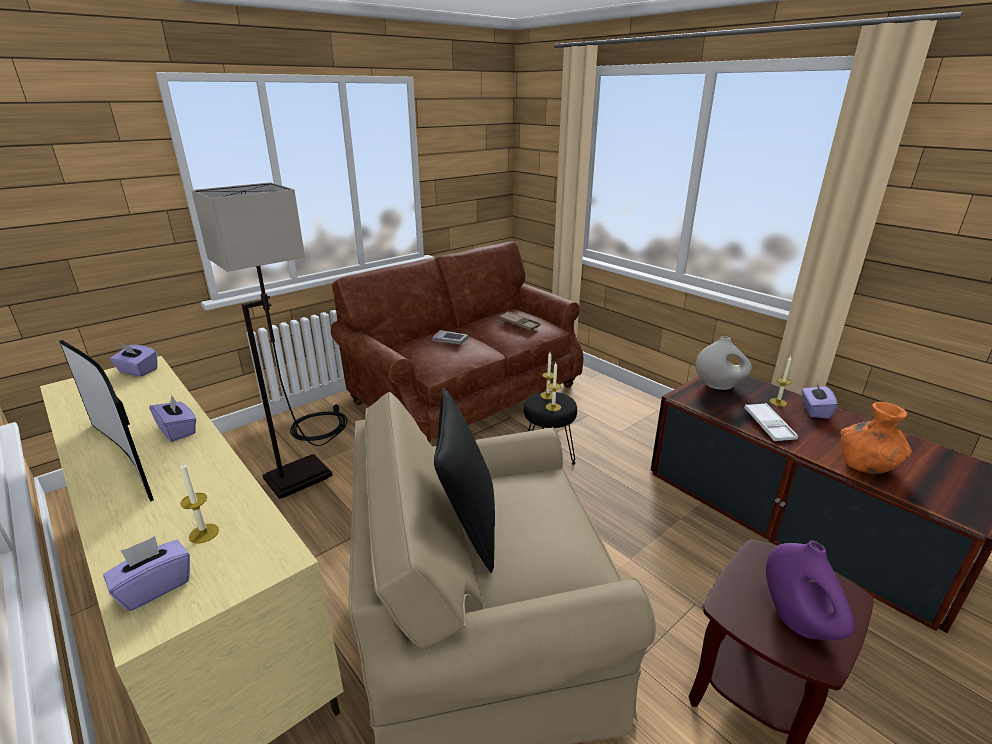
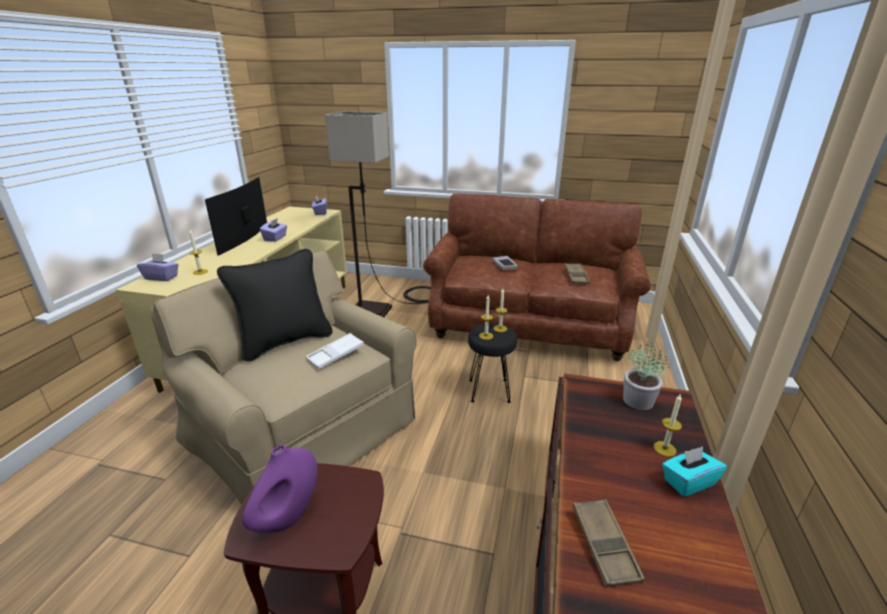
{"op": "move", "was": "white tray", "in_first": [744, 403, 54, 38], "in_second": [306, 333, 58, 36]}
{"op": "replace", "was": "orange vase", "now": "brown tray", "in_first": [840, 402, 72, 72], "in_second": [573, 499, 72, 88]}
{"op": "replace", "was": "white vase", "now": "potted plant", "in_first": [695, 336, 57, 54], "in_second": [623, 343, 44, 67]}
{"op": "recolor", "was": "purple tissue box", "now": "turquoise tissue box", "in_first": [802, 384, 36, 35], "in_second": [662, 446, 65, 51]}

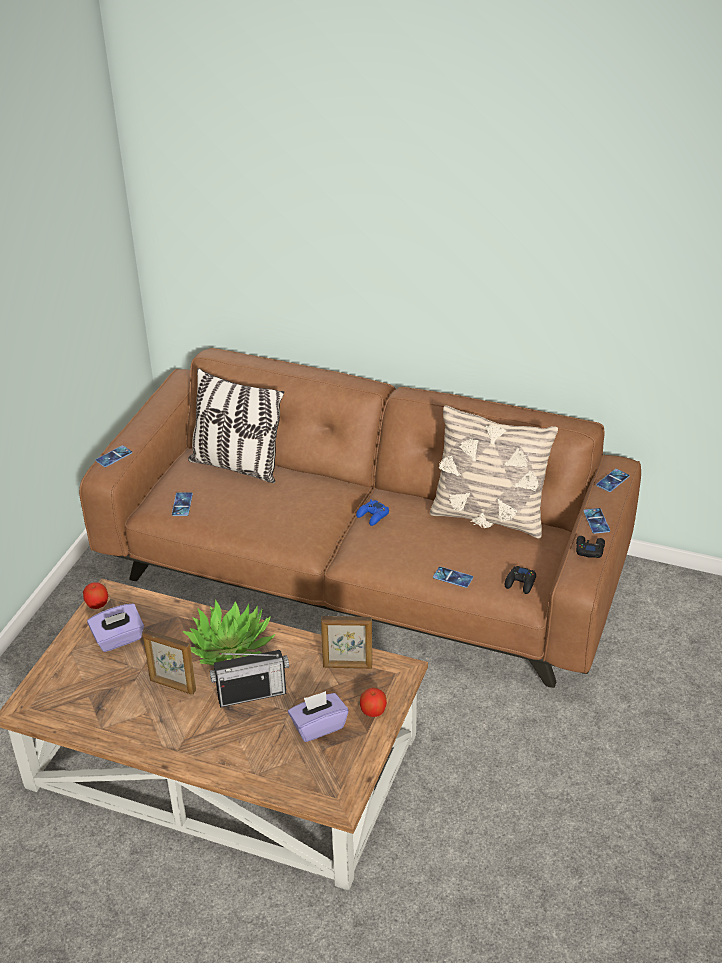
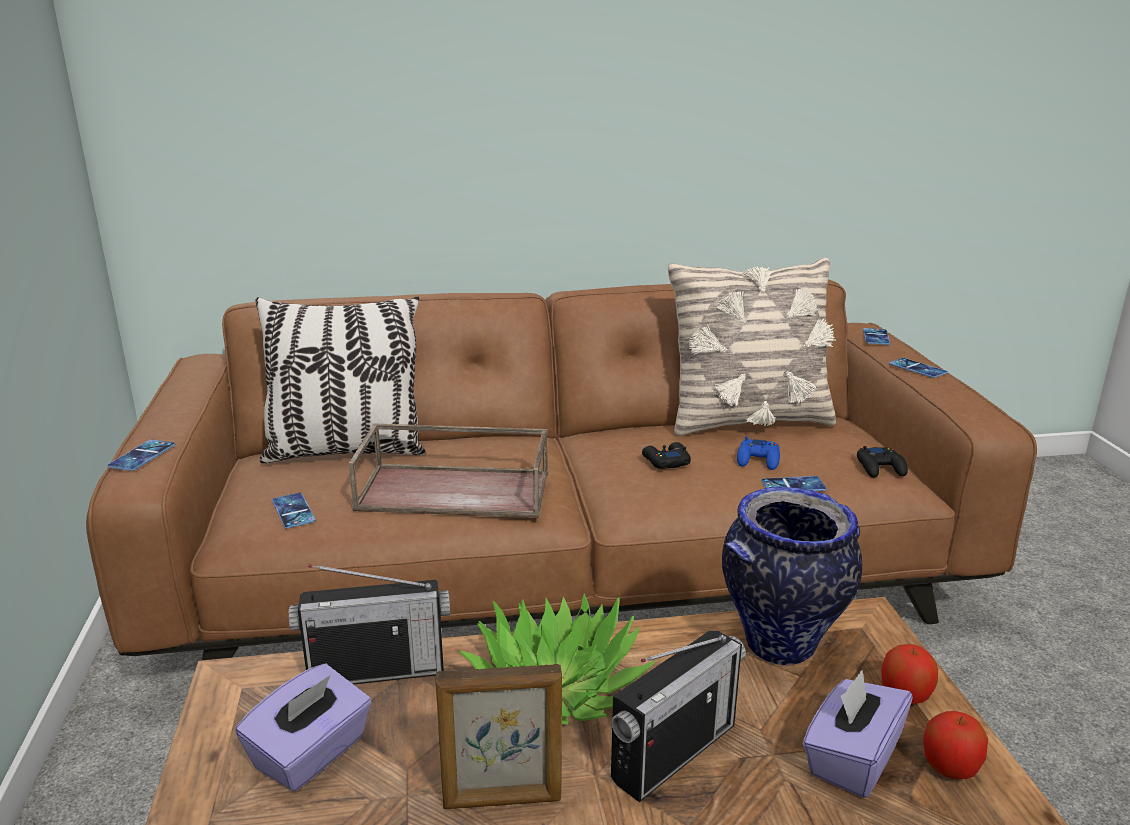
{"op": "insert", "now": "radio", "in_second": [289, 564, 161, 120]}
{"op": "insert", "now": "brown tray", "in_second": [348, 423, 200, 95]}
{"op": "move", "was": "black game controller", "in_first": [576, 536, 29, 22], "in_second": [642, 442, 49, 27]}
{"op": "replace", "was": "picture frame", "now": "vase", "in_first": [321, 616, 51, 53], "in_second": [722, 487, 140, 178]}
{"op": "move", "was": "blue game controller", "in_first": [356, 499, 33, 27], "in_second": [737, 436, 43, 34]}
{"op": "move", "was": "apple", "in_first": [83, 582, 25, 27], "in_second": [923, 711, 65, 68]}

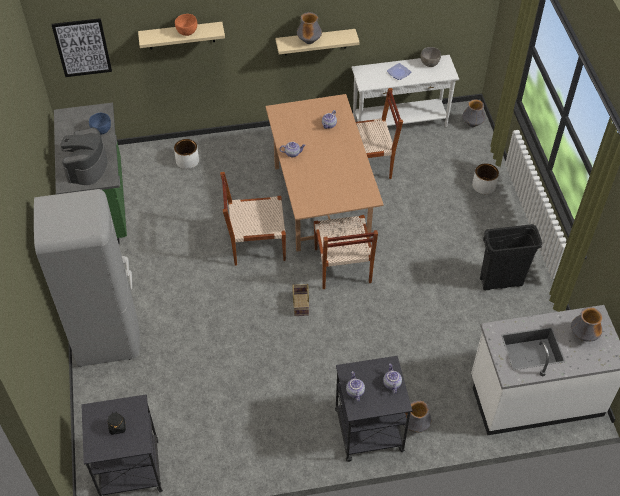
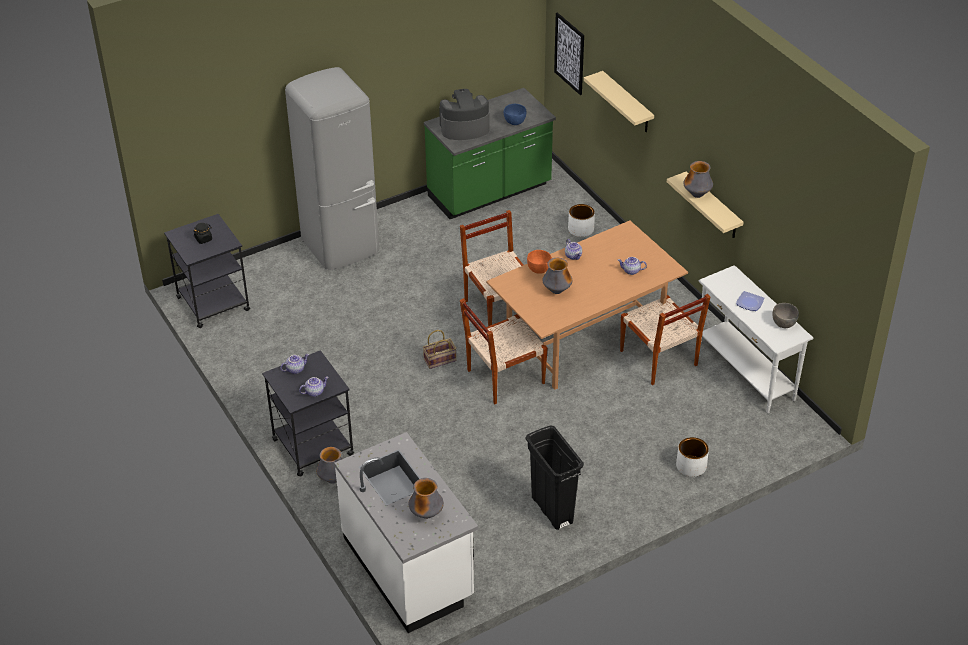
{"op": "move", "was": "orange bowl", "in_first": [175, 14, 22, 22], "in_second": [527, 250, 25, 24]}
{"op": "move", "was": "vase", "in_first": [462, 99, 24, 28], "in_second": [543, 258, 29, 36]}

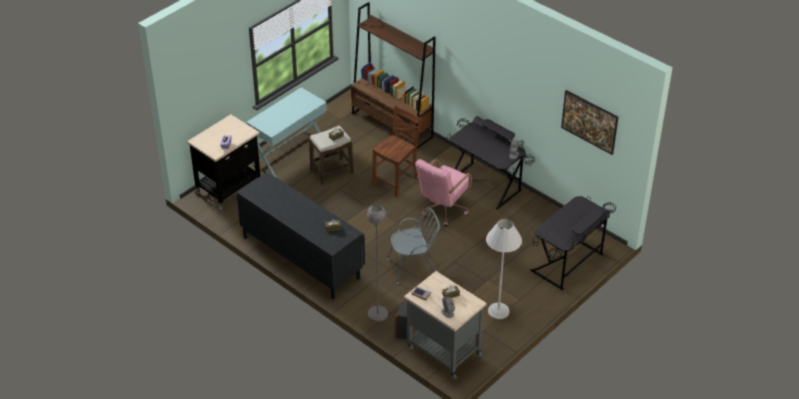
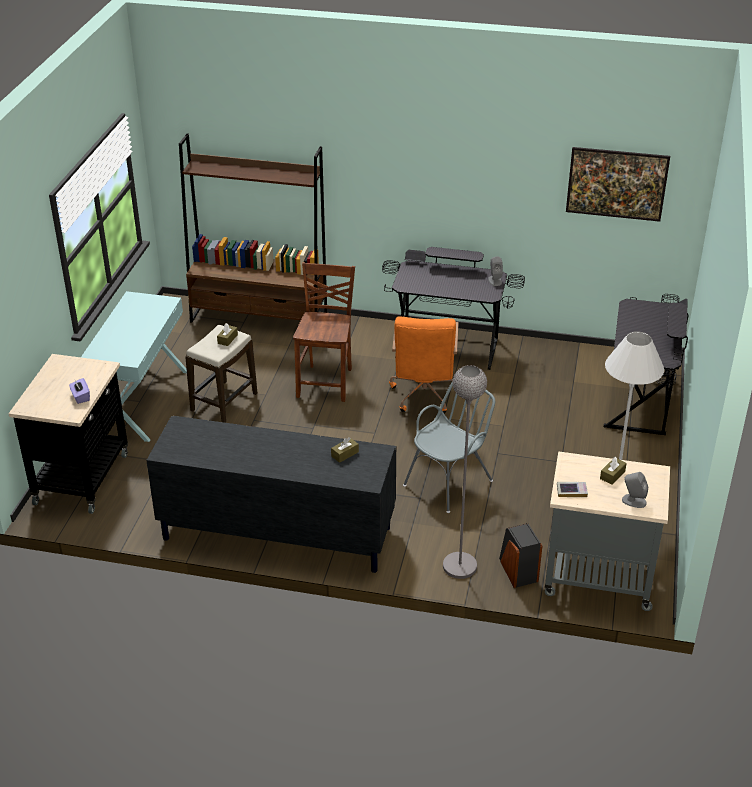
{"op": "recolor", "was": "pink office chair", "now": "orange office chair", "in_first": [415, 159, 57, 67], "in_second": [389, 316, 70, 97]}

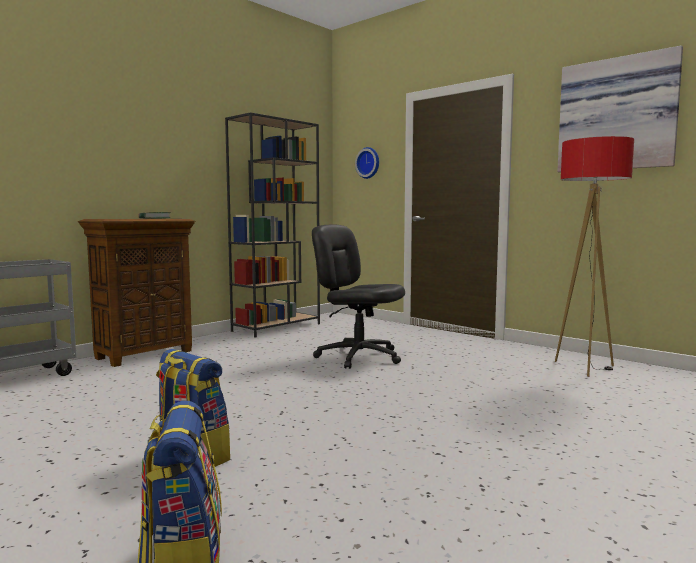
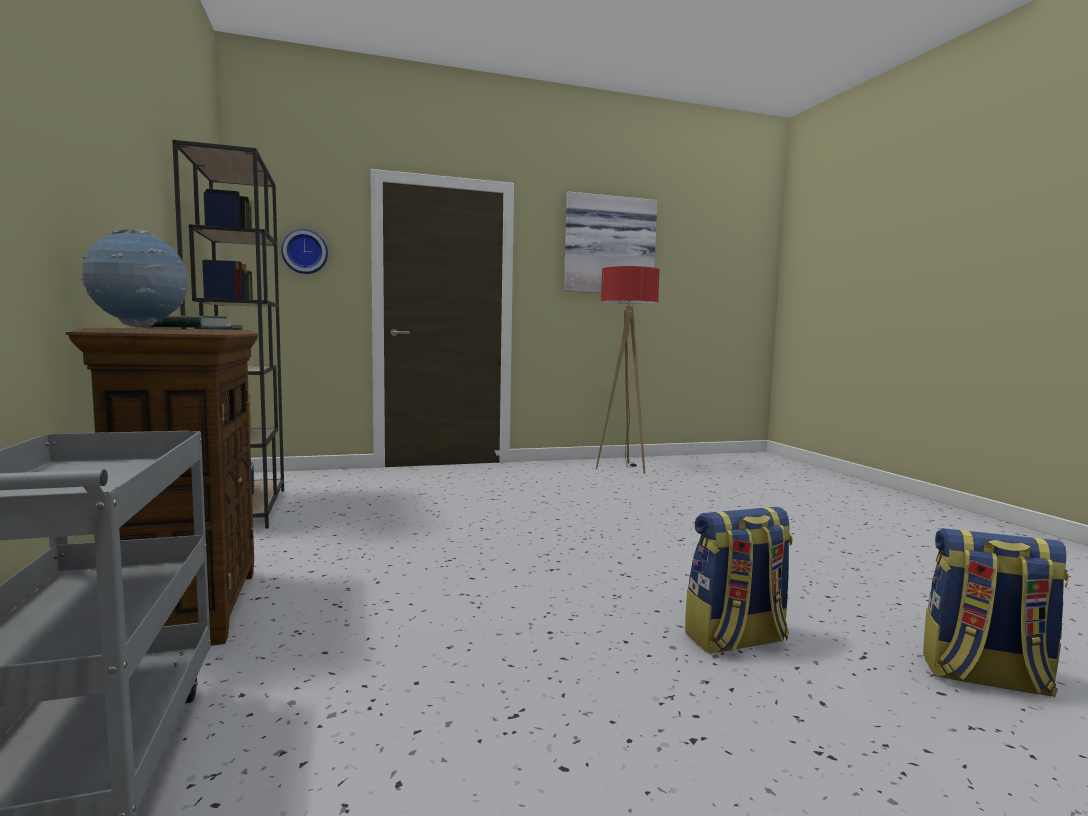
{"op": "insert", "now": "globe", "in_second": [81, 229, 109, 99]}
{"op": "delete", "was": "black office chair", "in_first": [312, 225, 93, 144]}

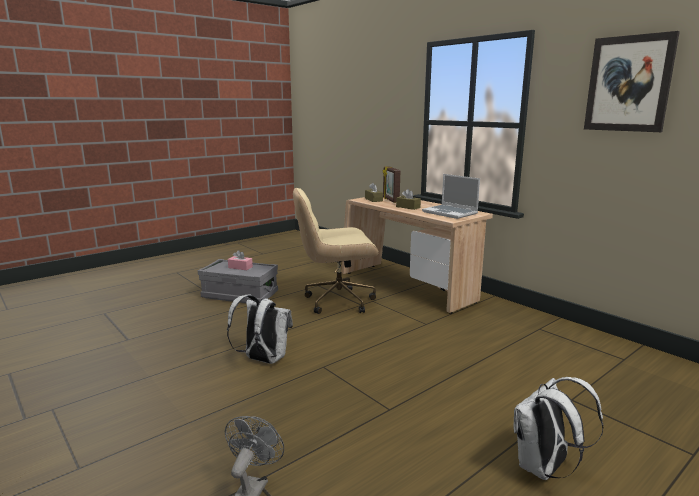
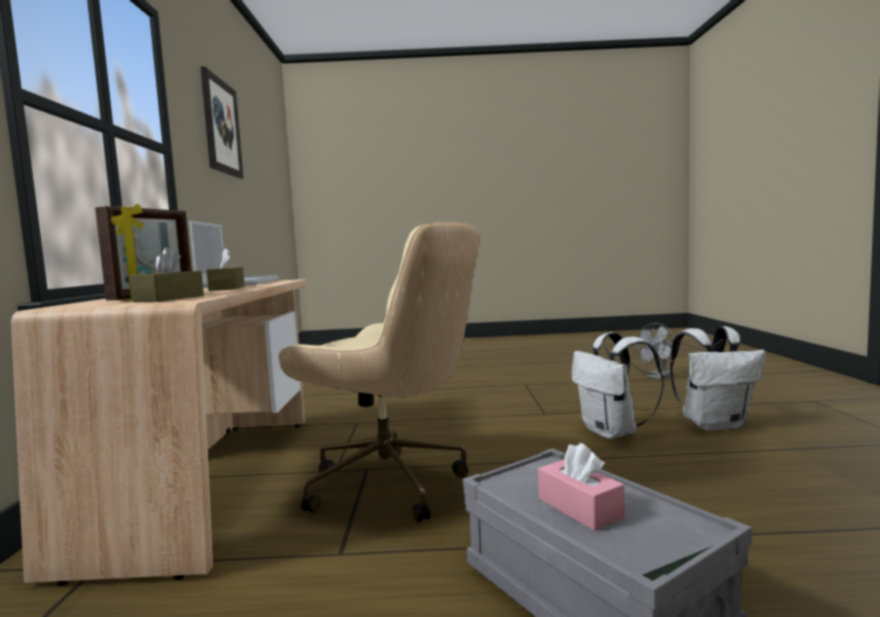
{"op": "move", "was": "white backpack", "in_first": [514, 377, 90, 103], "in_second": [670, 326, 96, 105]}

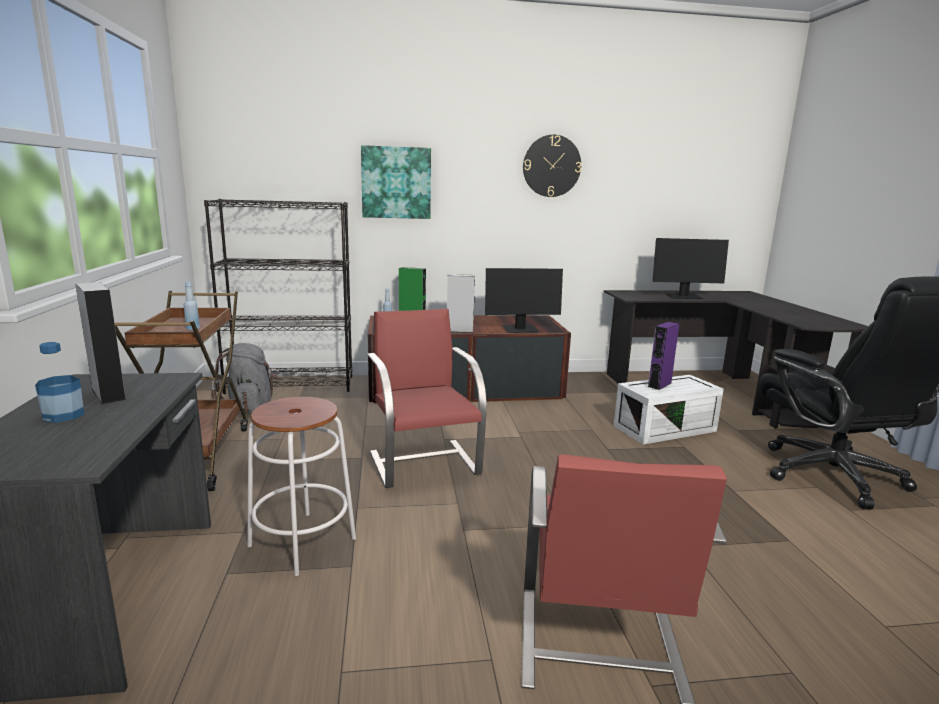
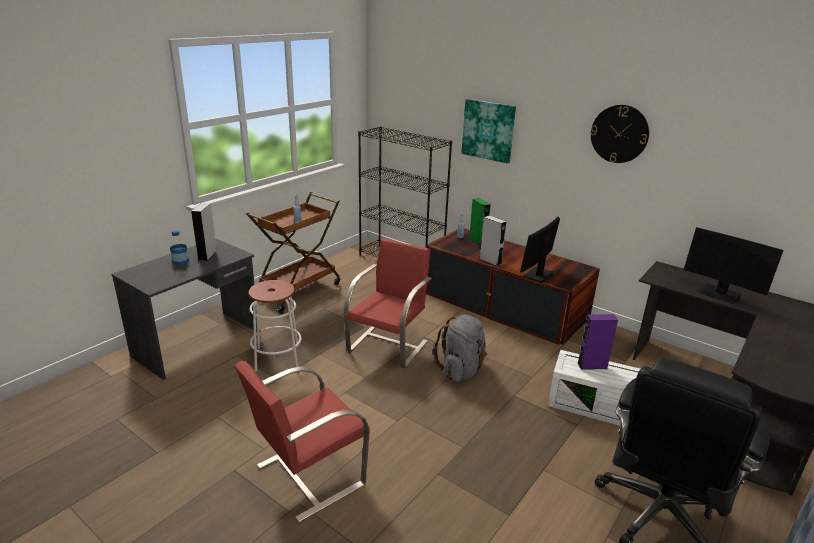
{"op": "move", "was": "grey backpack", "in_first": [211, 343, 67, 71], "in_second": [432, 314, 55, 68]}
{"op": "rotate", "was": "monitor", "in_first": [485, 268, 78, 65], "in_second": [520, 217, 40, 66], "clockwise": 90}

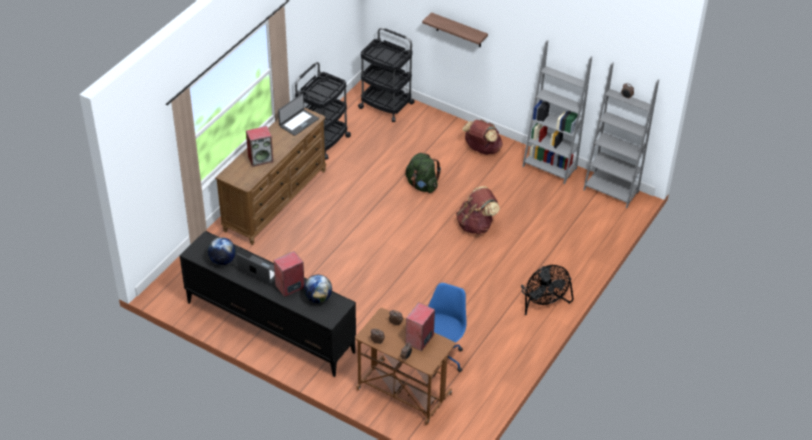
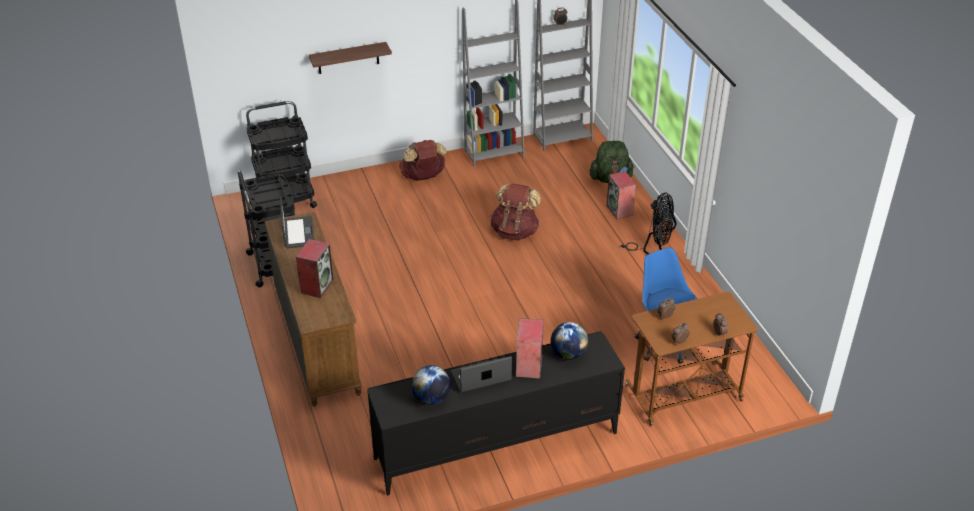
{"op": "move", "was": "green backpack", "in_first": [406, 153, 35, 40], "in_second": [590, 141, 44, 42]}
{"op": "move", "was": "speaker", "in_first": [406, 302, 29, 49], "in_second": [606, 171, 30, 48]}

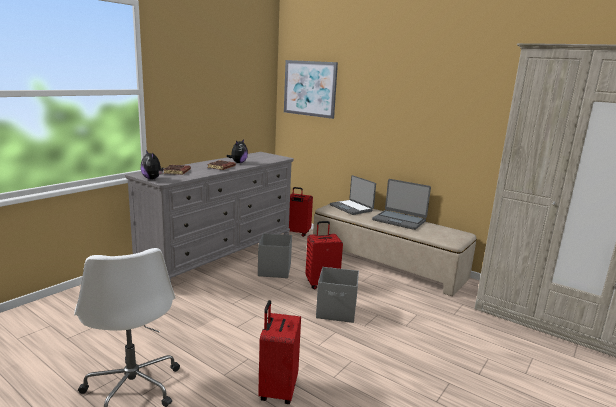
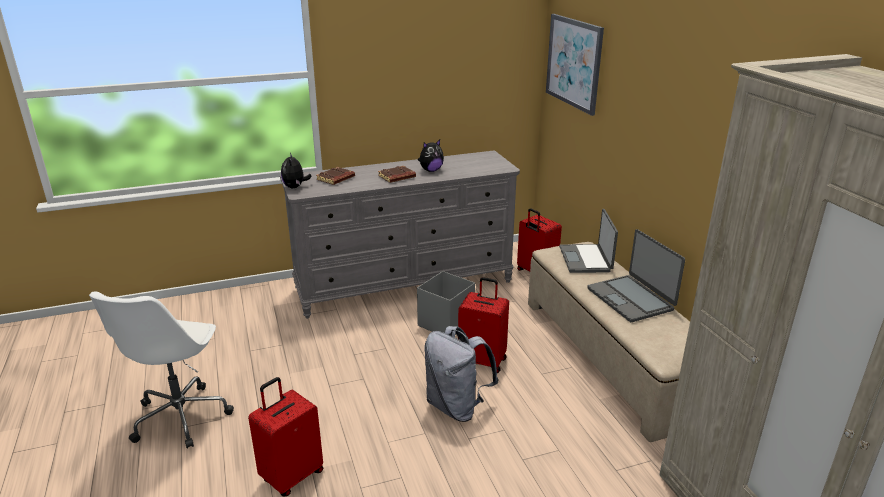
{"op": "replace", "was": "grey storage box", "now": "grey backpack", "in_first": [316, 267, 43, 56], "in_second": [424, 326, 74, 96]}

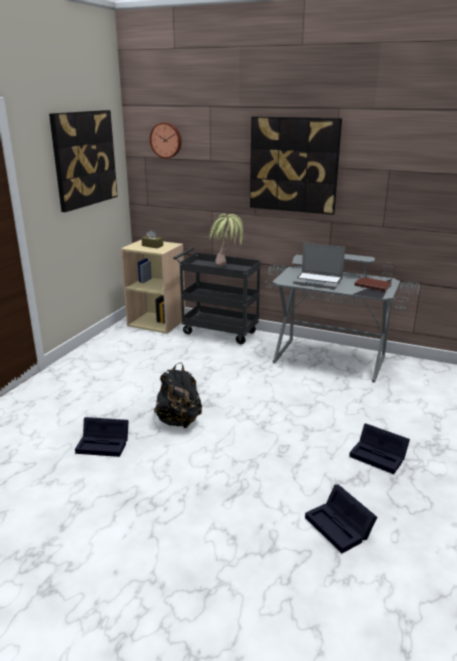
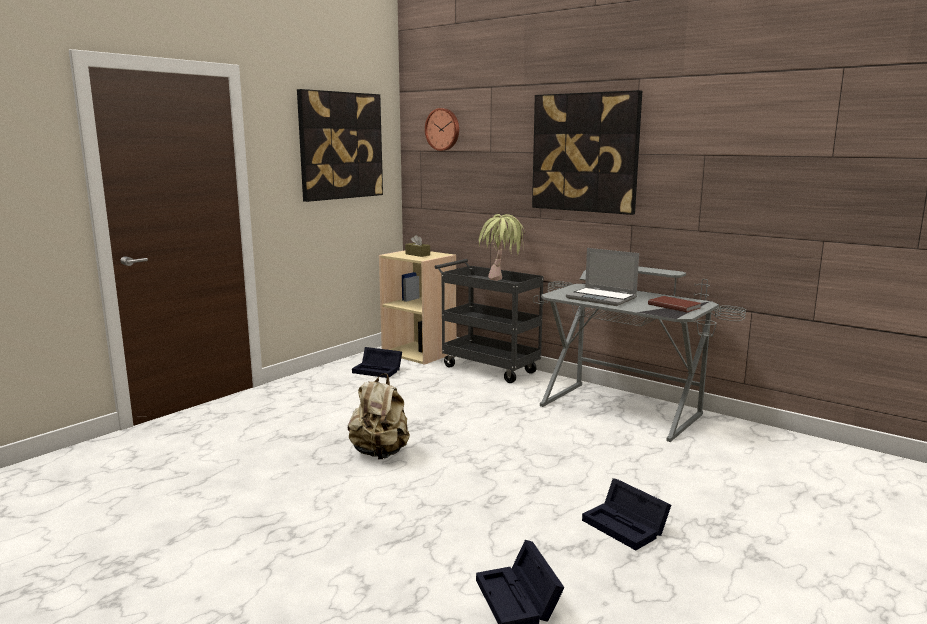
{"op": "recolor", "was": "black backpack", "now": "beige backpack", "in_first": [154, 362, 48, 66], "in_second": [348, 373, 62, 87]}
{"op": "move", "was": "black storage box", "in_first": [75, 417, 54, 40], "in_second": [352, 347, 50, 31]}

